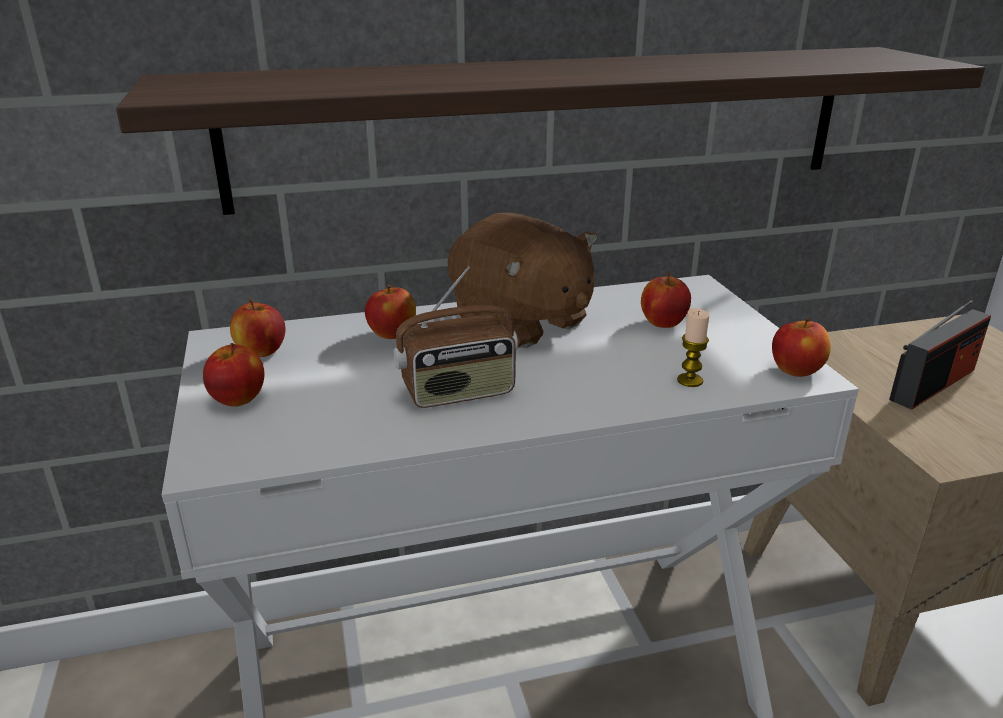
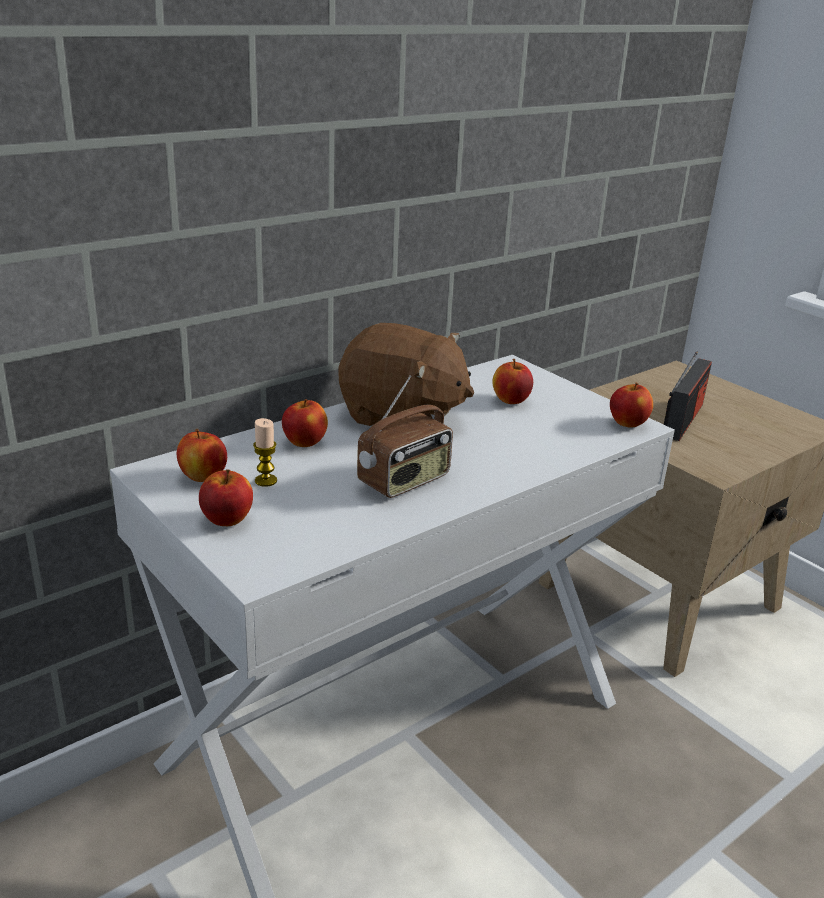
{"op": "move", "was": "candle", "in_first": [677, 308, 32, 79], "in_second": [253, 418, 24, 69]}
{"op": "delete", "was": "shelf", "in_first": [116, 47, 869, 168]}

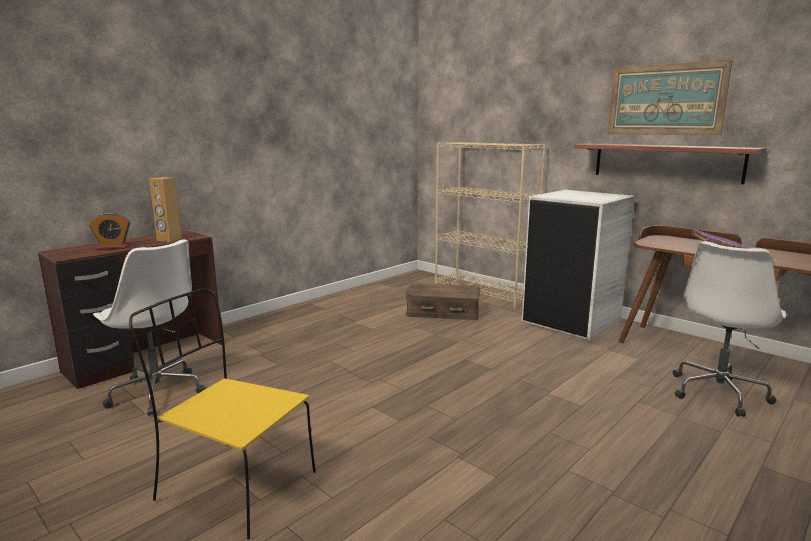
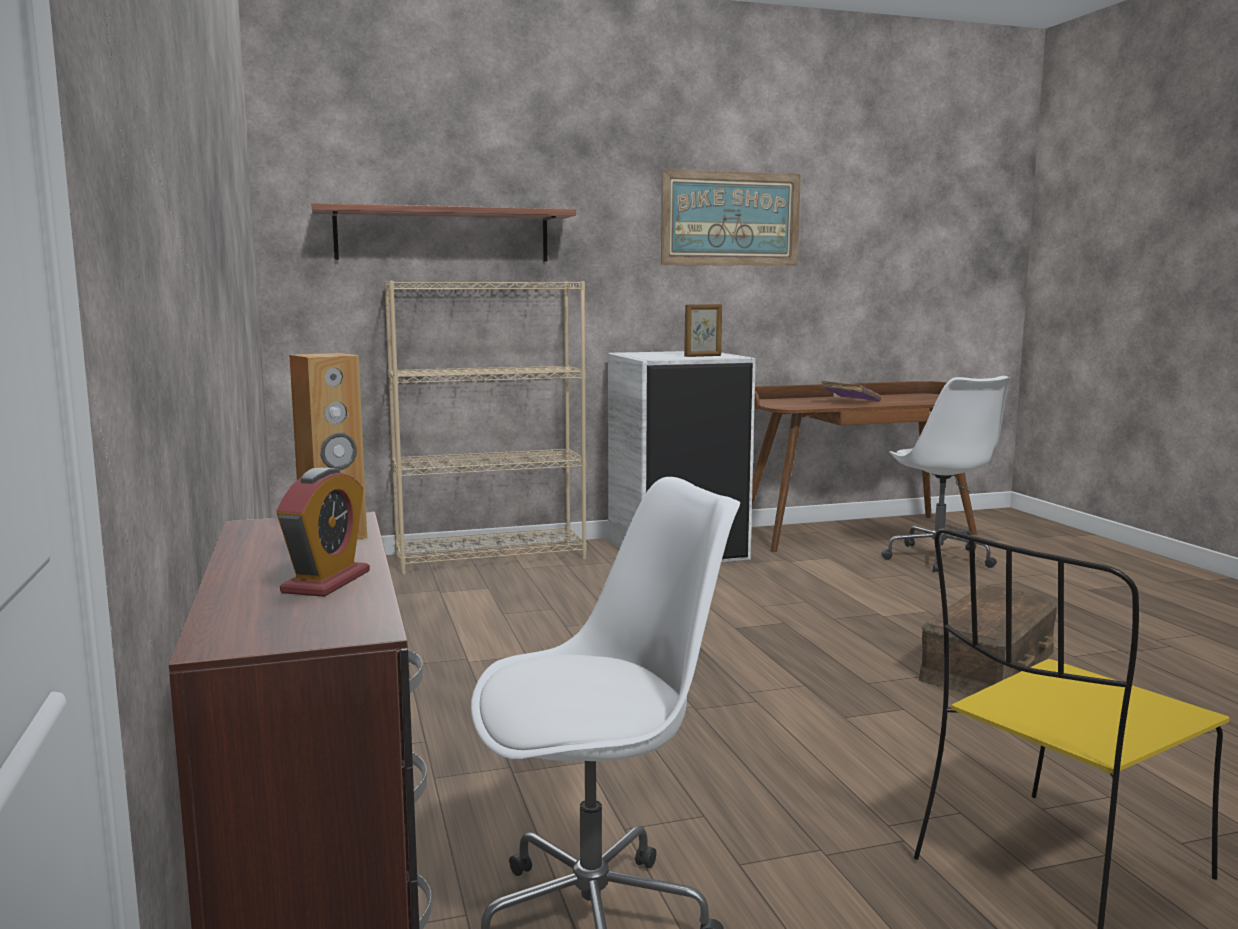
{"op": "move", "was": "shelf", "in_first": [574, 143, 192, 41], "in_second": [311, 203, 265, 58]}
{"op": "insert", "now": "picture frame", "in_second": [684, 304, 38, 53]}
{"op": "move", "was": "brown storage box", "in_first": [406, 283, 74, 37], "in_second": [919, 585, 139, 110]}

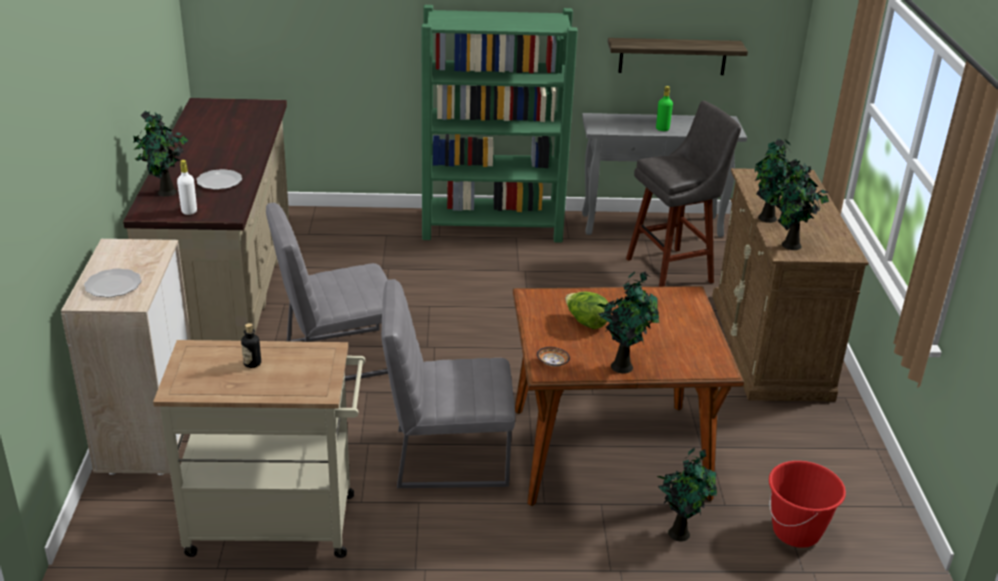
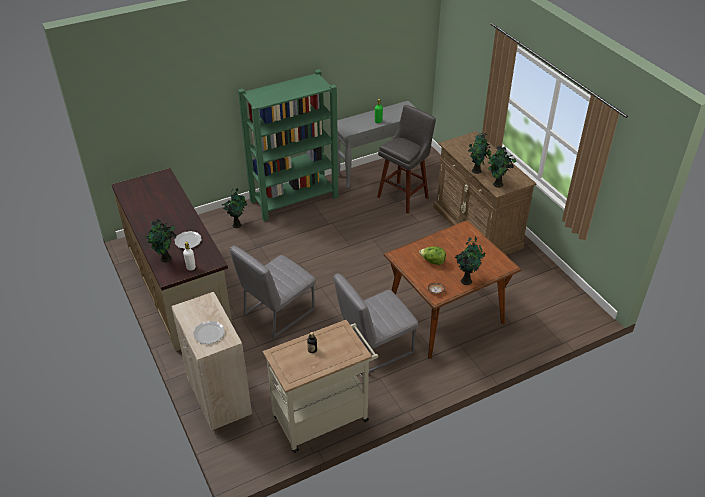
{"op": "move", "was": "potted plant", "in_first": [656, 447, 61, 94], "in_second": [222, 188, 25, 40]}
{"op": "delete", "was": "shelf", "in_first": [608, 38, 140, 37]}
{"op": "delete", "was": "red bucket", "in_first": [769, 461, 77, 87]}

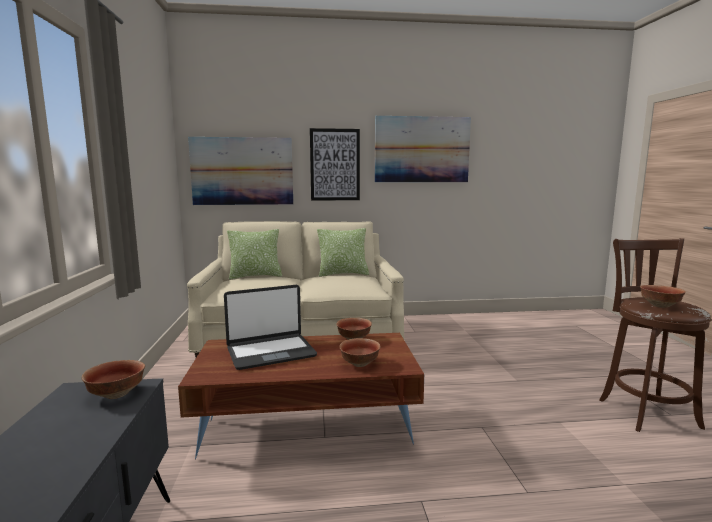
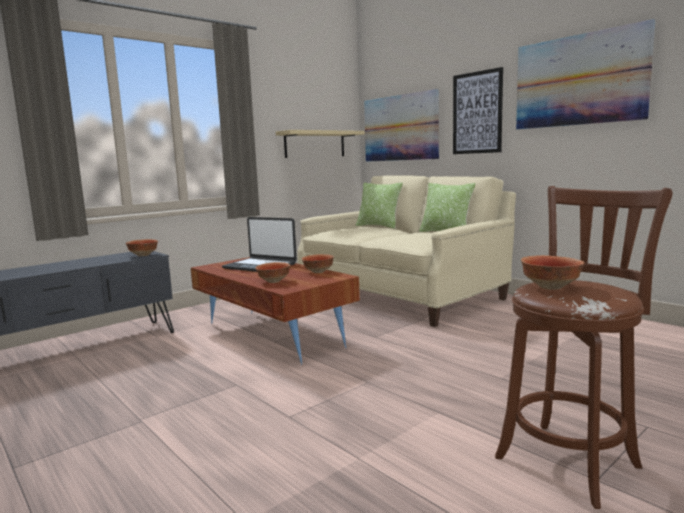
{"op": "insert", "now": "beige shelf", "in_second": [276, 130, 89, 28]}

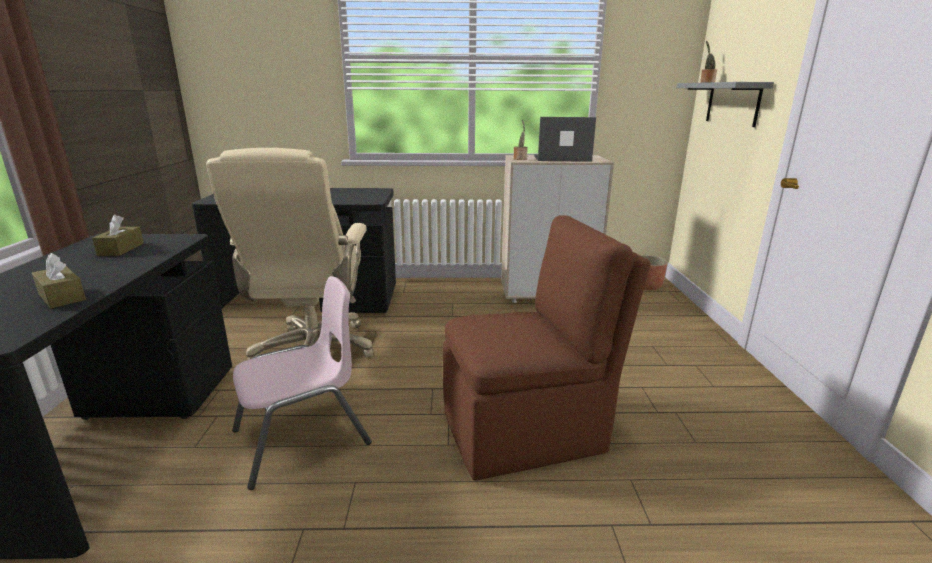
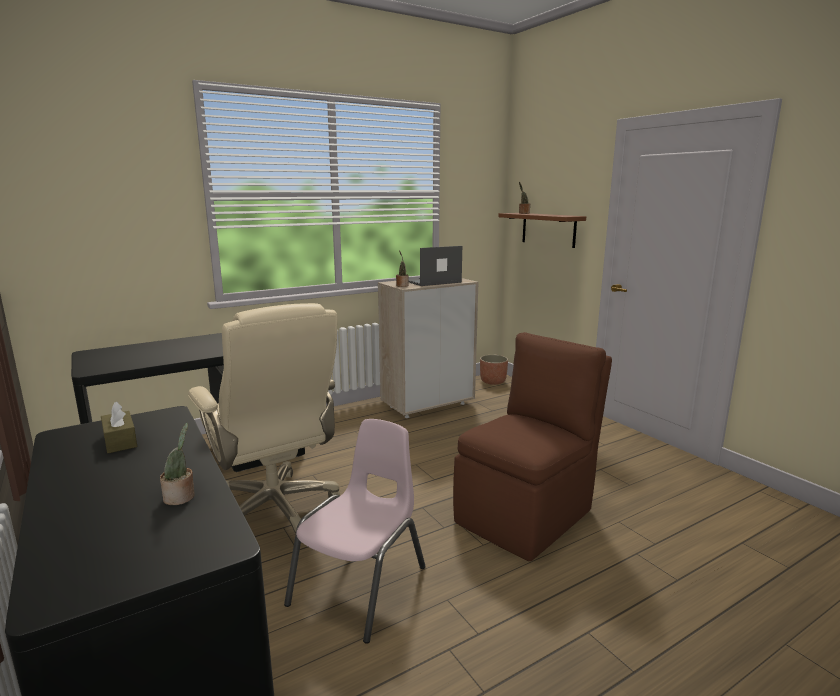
{"op": "replace", "was": "brown tissue box", "now": "potted plant", "in_first": [32, 253, 54, 55], "in_second": [160, 423, 34, 82]}
{"op": "recolor", "was": "grey shelf", "now": "brown shelf", "in_first": [676, 82, 98, 45], "in_second": [498, 213, 88, 35]}

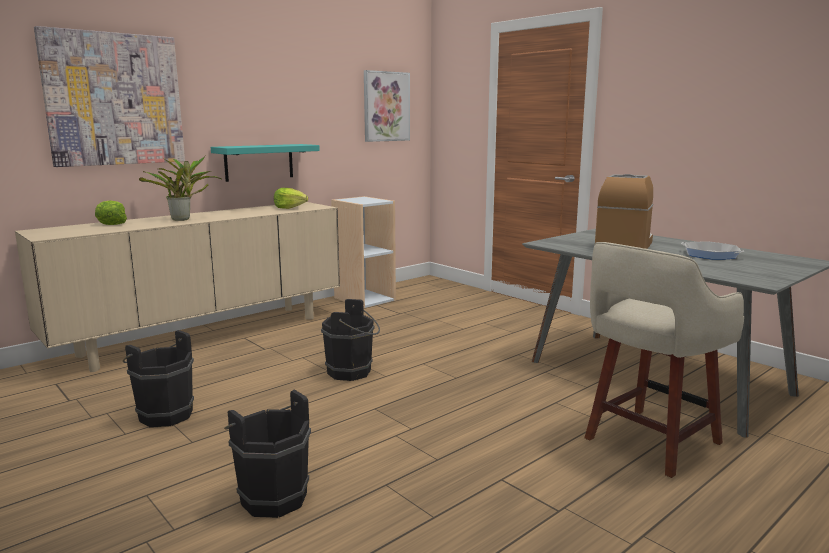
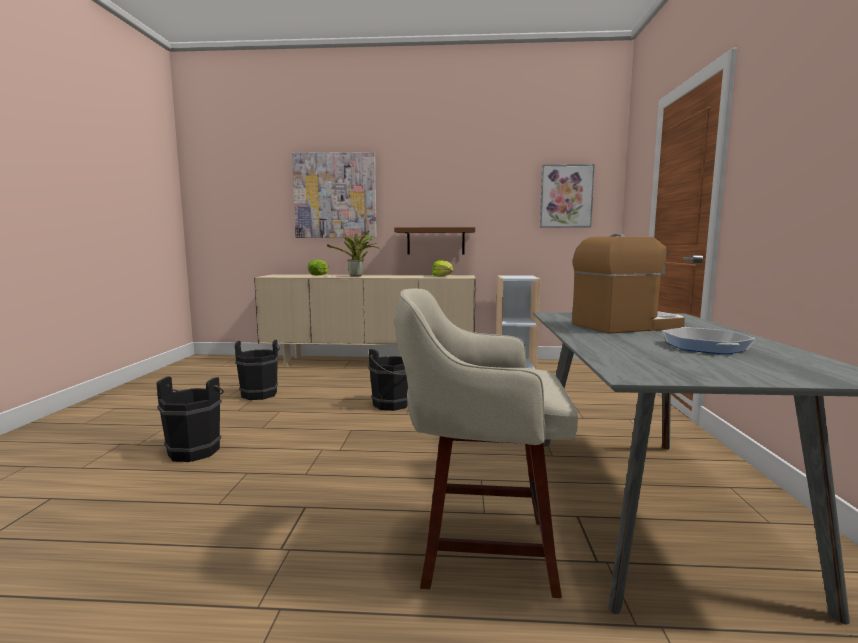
{"op": "recolor", "was": "turquoise shelf", "now": "brown shelf", "in_first": [211, 144, 109, 38], "in_second": [394, 227, 81, 27]}

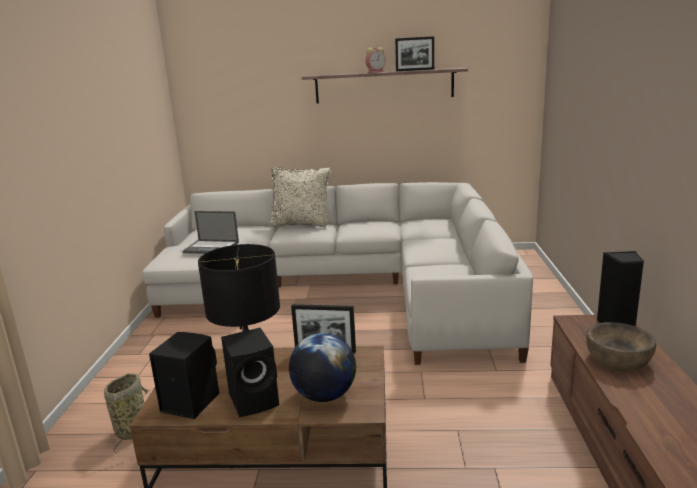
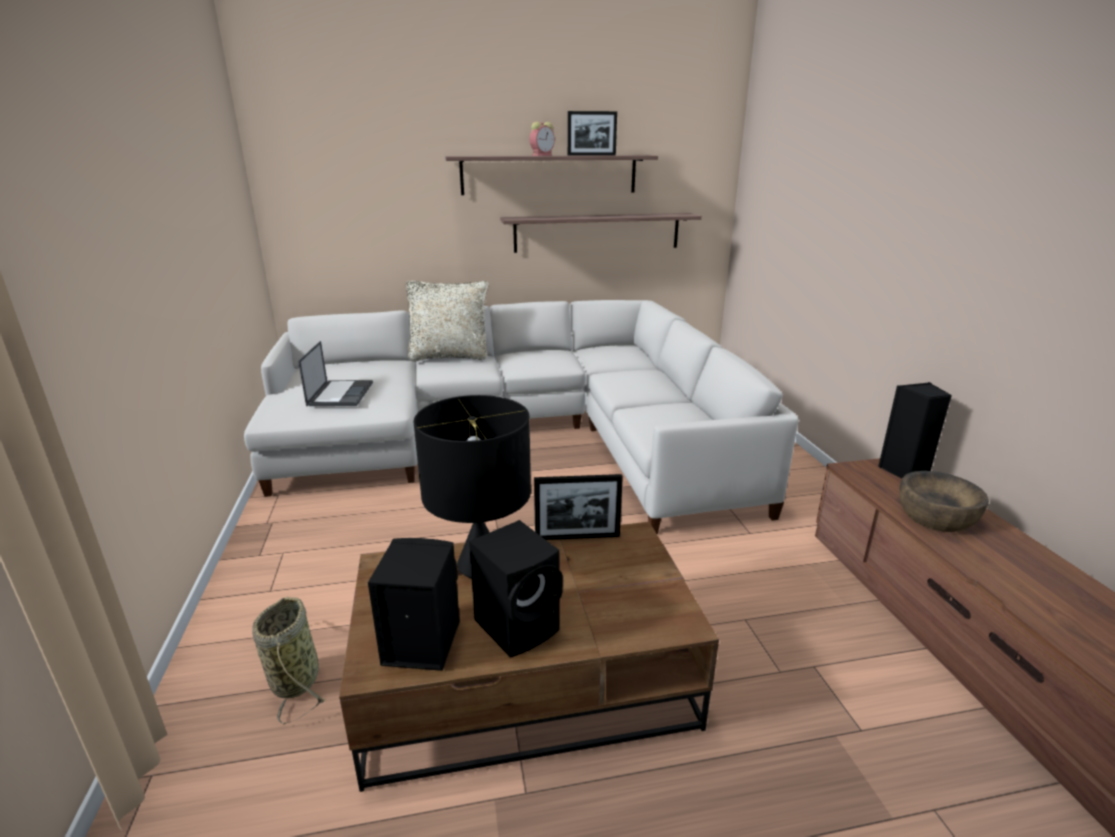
{"op": "rotate", "was": "laptop", "in_first": [183, 211, 56, 43], "in_second": [298, 341, 75, 65], "clockwise": -90}
{"op": "insert", "now": "shelf", "in_second": [500, 213, 202, 40]}
{"op": "delete", "was": "globe", "in_first": [289, 333, 67, 69]}

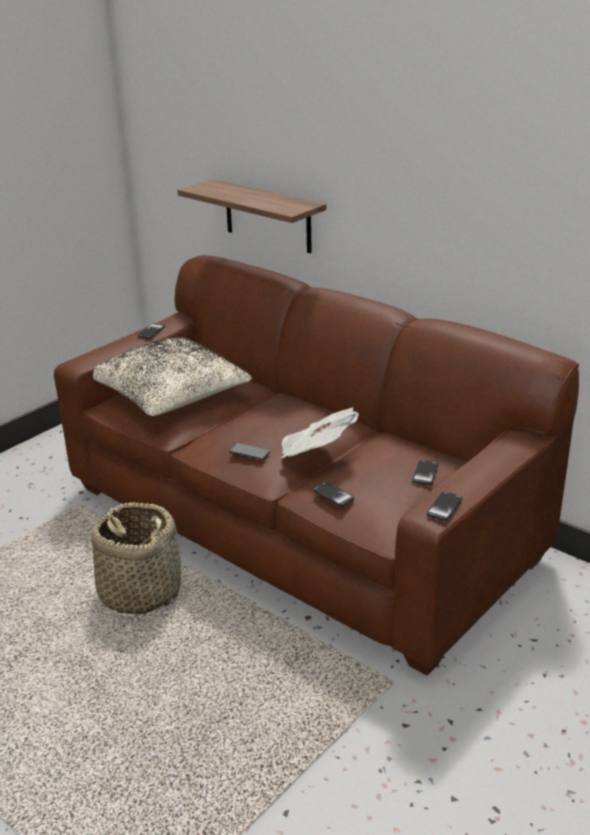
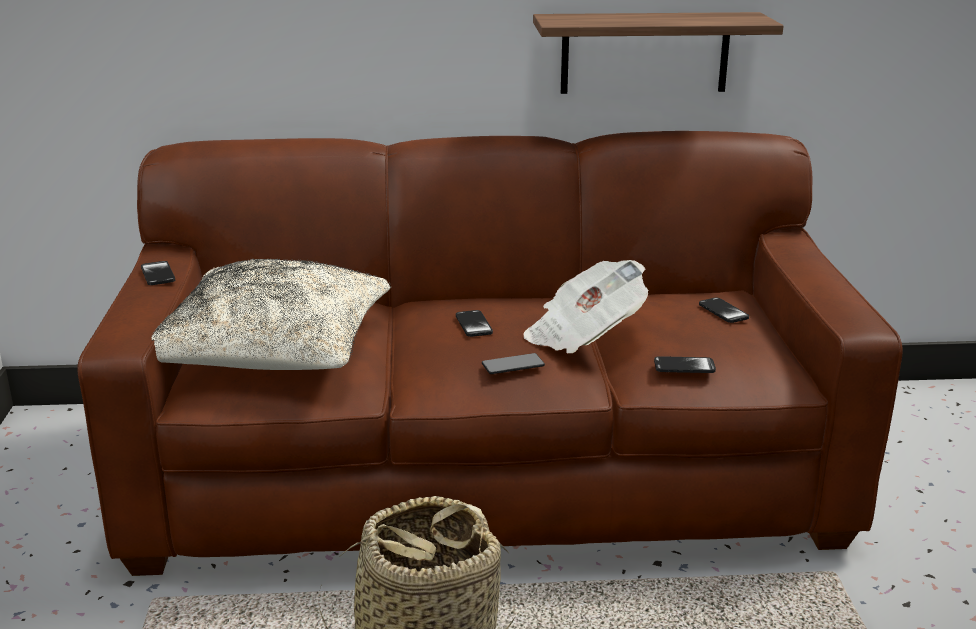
{"op": "move", "was": "phone", "in_first": [427, 491, 35, 30], "in_second": [456, 310, 37, 27]}
{"op": "move", "was": "shelf", "in_first": [177, 179, 150, 74], "in_second": [533, 12, 251, 82]}

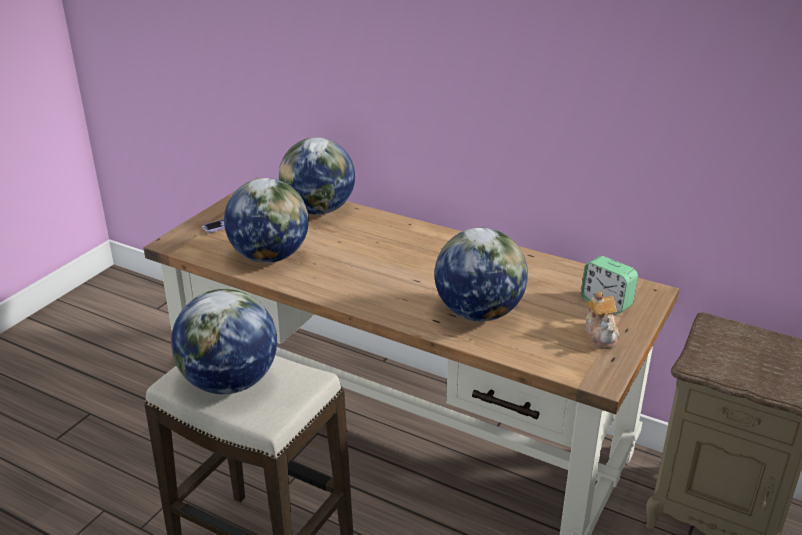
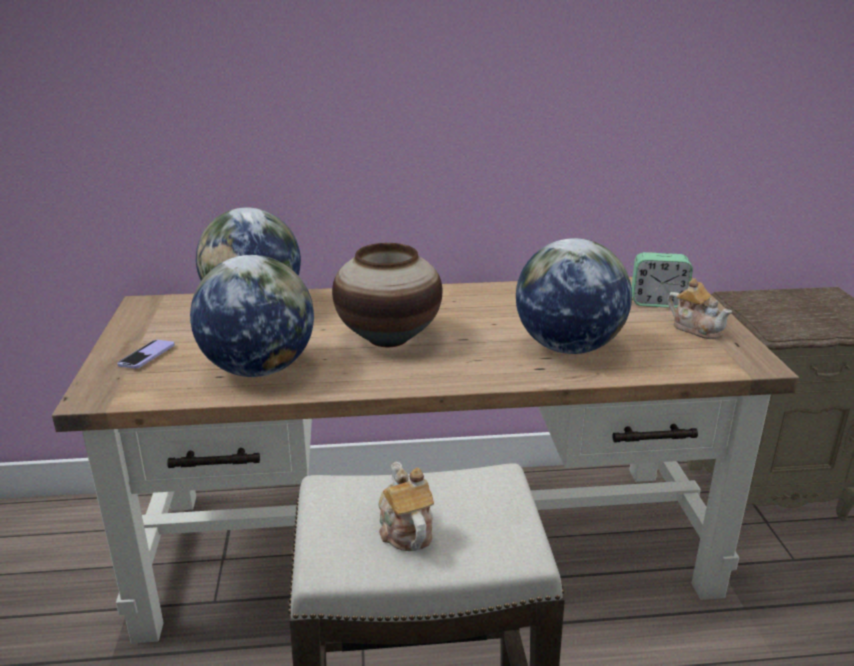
{"op": "insert", "now": "vase", "in_second": [332, 243, 111, 104]}
{"op": "replace", "was": "globe", "now": "teapot", "in_first": [171, 289, 106, 105], "in_second": [378, 462, 56, 89]}

